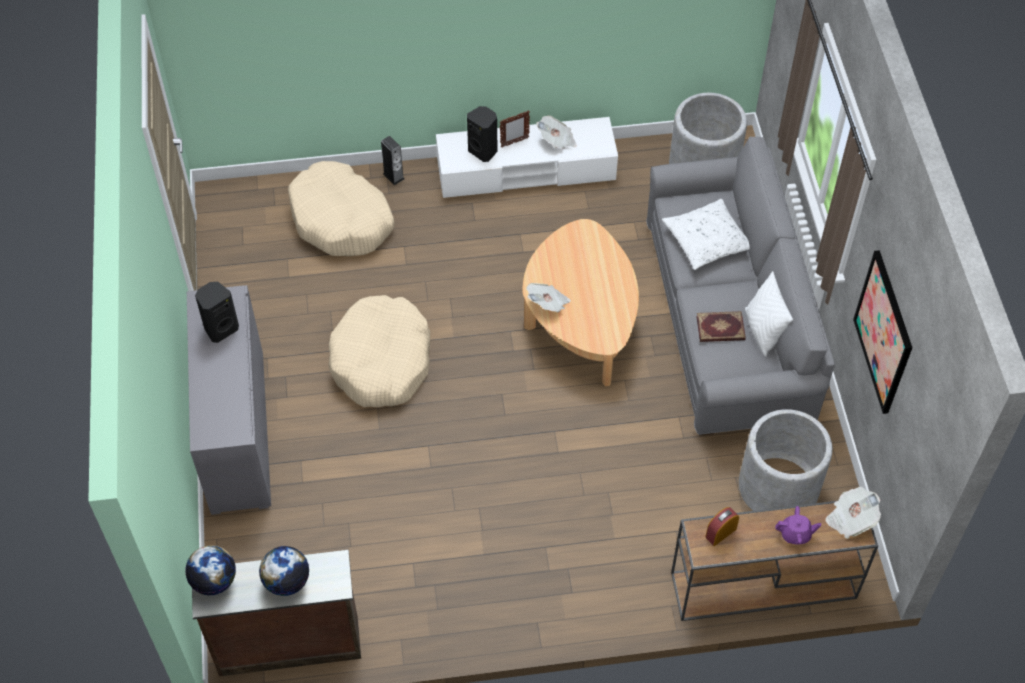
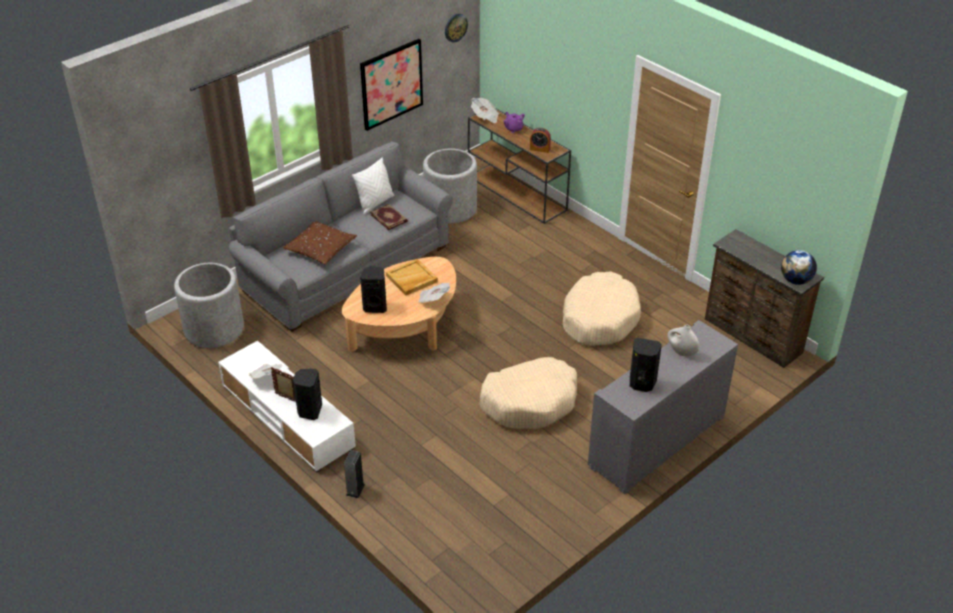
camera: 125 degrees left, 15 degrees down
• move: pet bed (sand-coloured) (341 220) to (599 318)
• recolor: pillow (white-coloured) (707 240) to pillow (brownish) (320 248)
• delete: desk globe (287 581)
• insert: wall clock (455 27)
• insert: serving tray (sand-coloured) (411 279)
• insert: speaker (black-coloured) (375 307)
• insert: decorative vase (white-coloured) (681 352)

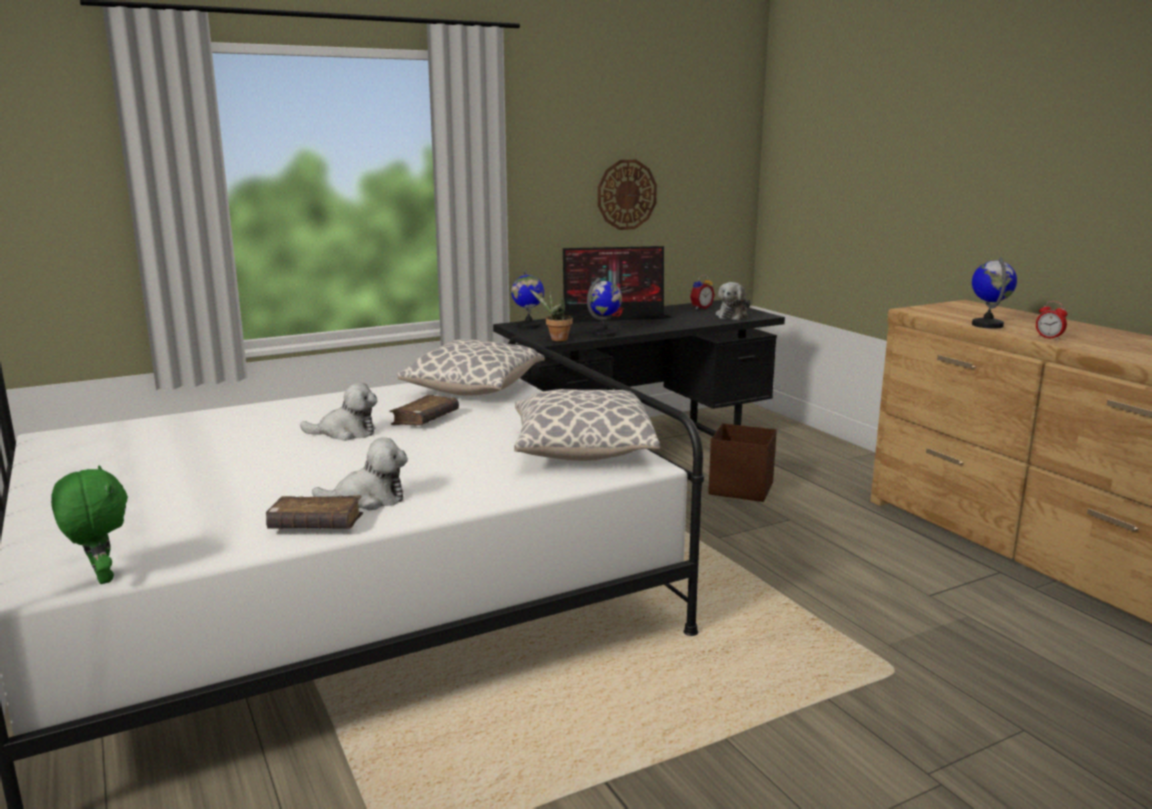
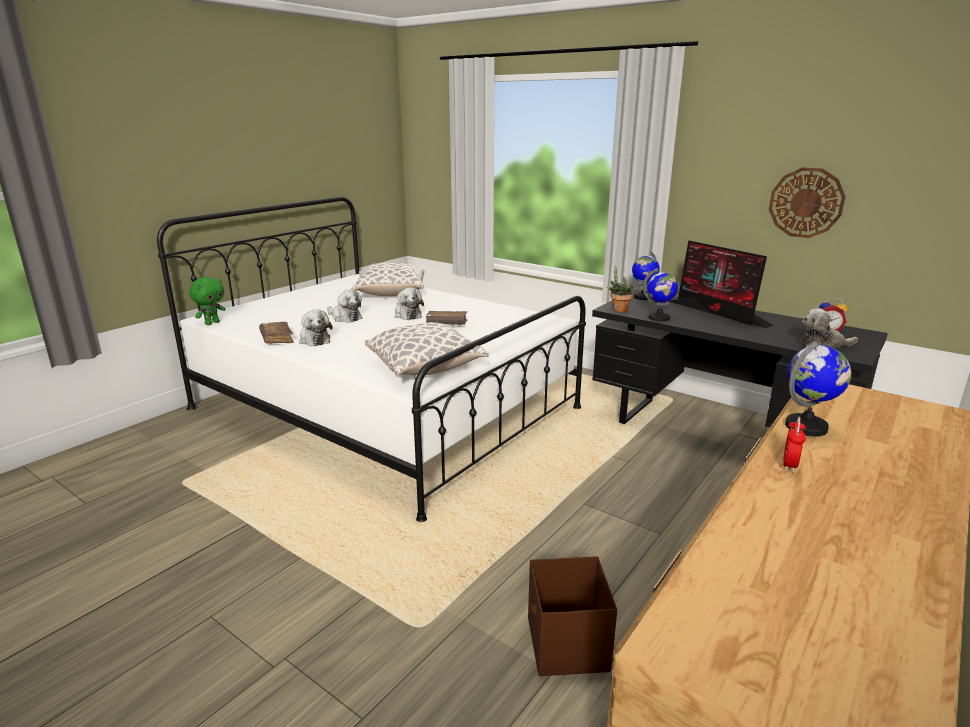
camera: 65 degrees right, 5 degrees up
• move: pillow (474 390) to (390 293)
• move: storage box (brownish) (742 489) to (566 646)
• insert: soft toy (345 318)

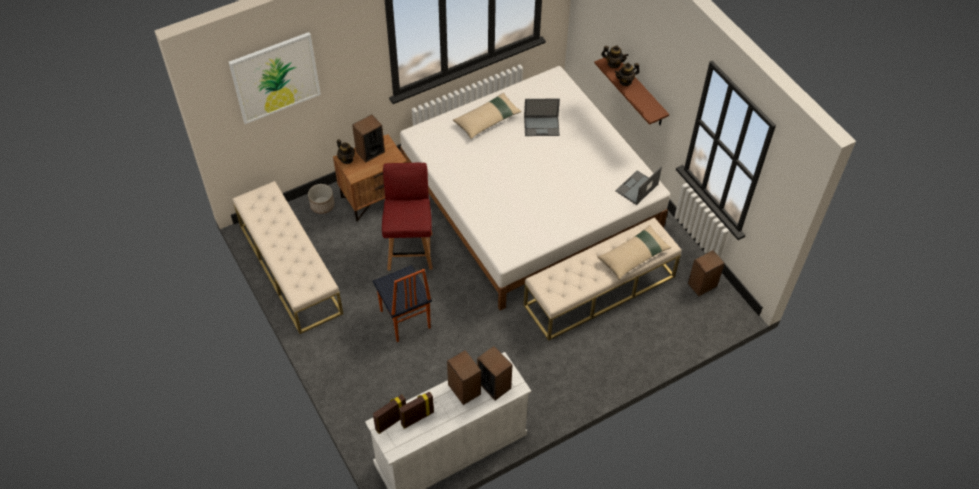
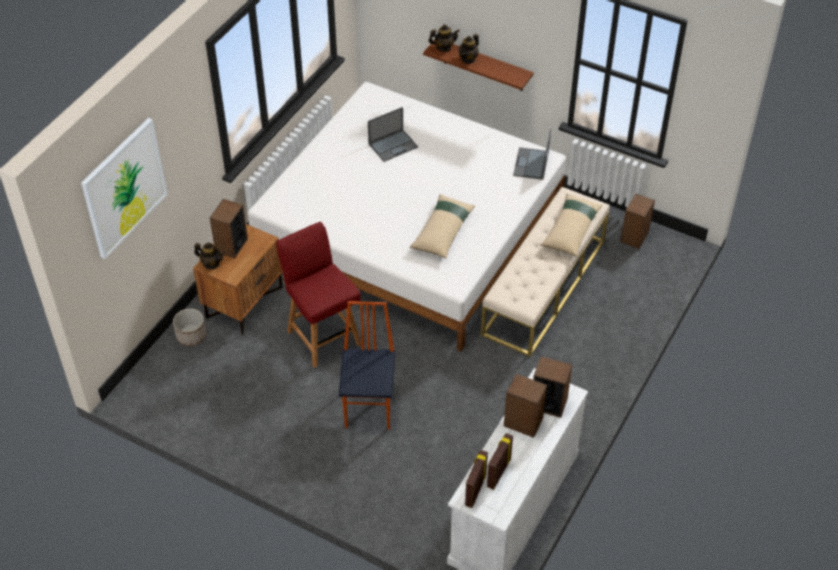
camera: 30 degrees left, 5 degrees down
• move: pillow (sand-coloured) (487 120) to (443 231)
• delete: long seat (sand-coloured) (290 269)
• rotate: chair (404 320) = (370 407) 120 degrees counterclockwise

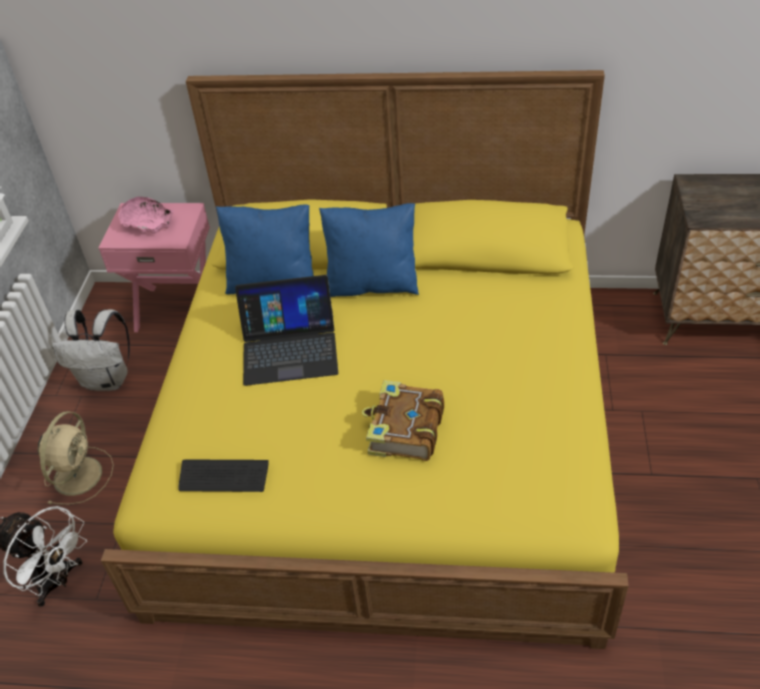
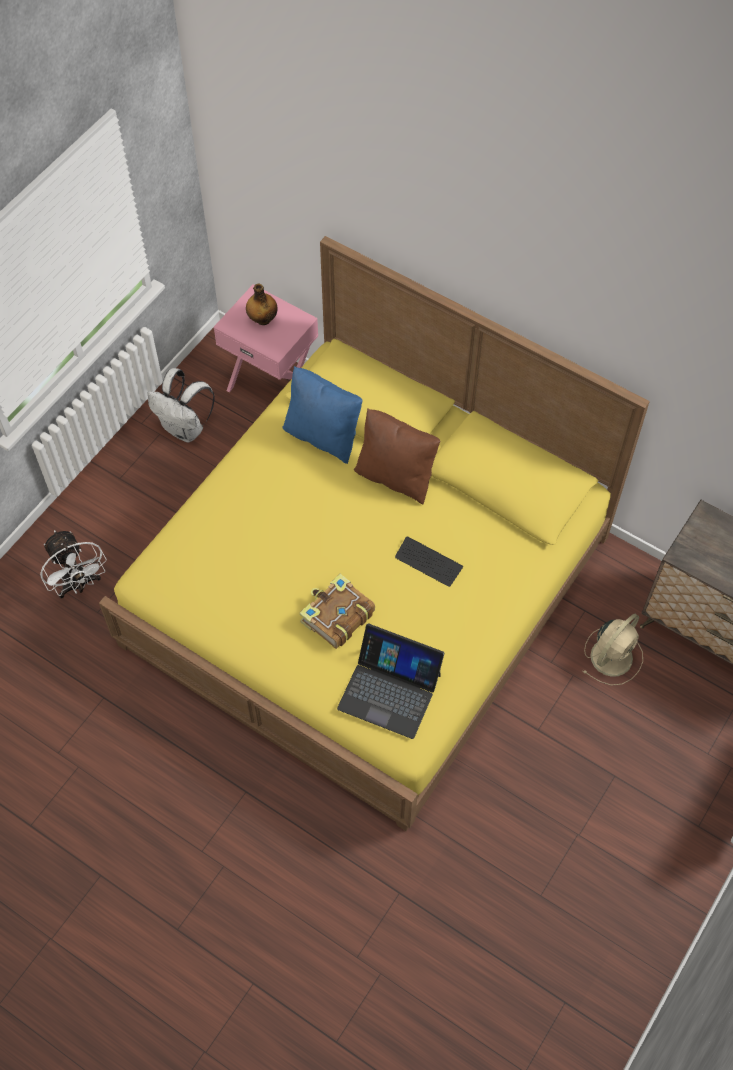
camera: 25 degrees right, 15 degrees up
• replace: serving bowl (pink-coloured) (148 223) to beverage bottle (262 319)
• recolor: pillow (bluish) (372 284) to pillow (brownish) (396 476)
• move: notebook computer (289 348) to (389 690)
• move: fan (sand-coloured) (79 474) to (612 656)
• move: PC keyboard (224 477) to (428 562)

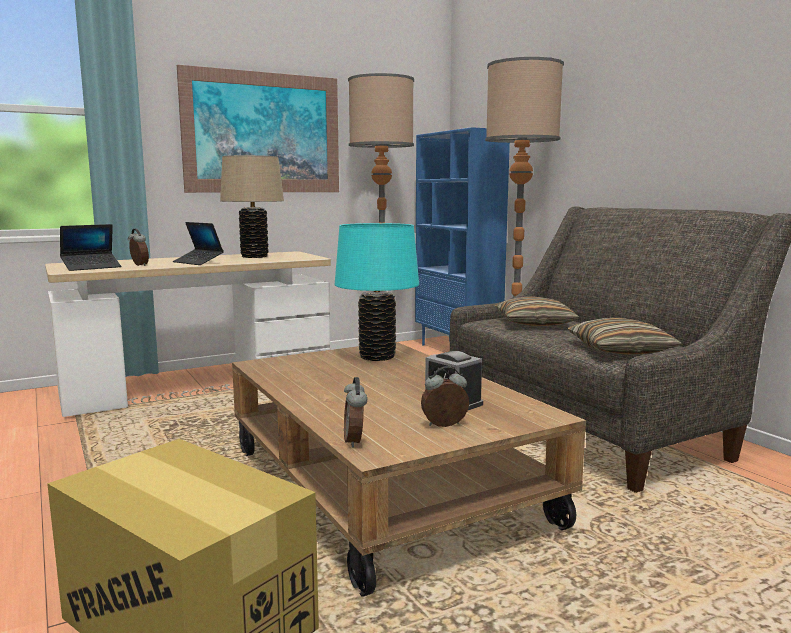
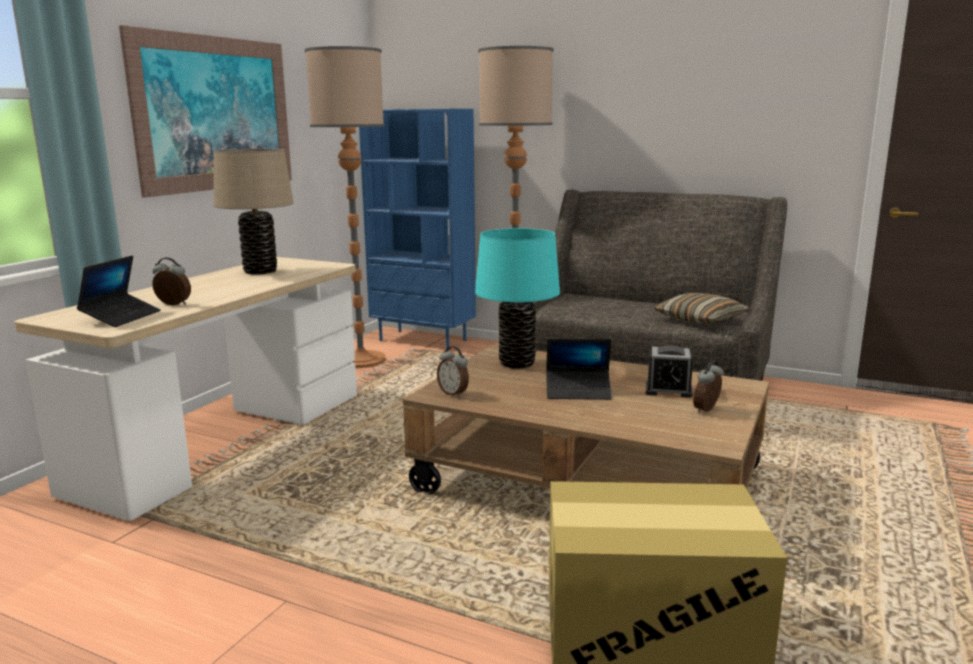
camera: 35 degrees left, 5 degrees up
• move: notebook computer (198 262) to (578 392)
• delete: pillow (534 323)
• move: table clock (355 441) to (453 393)

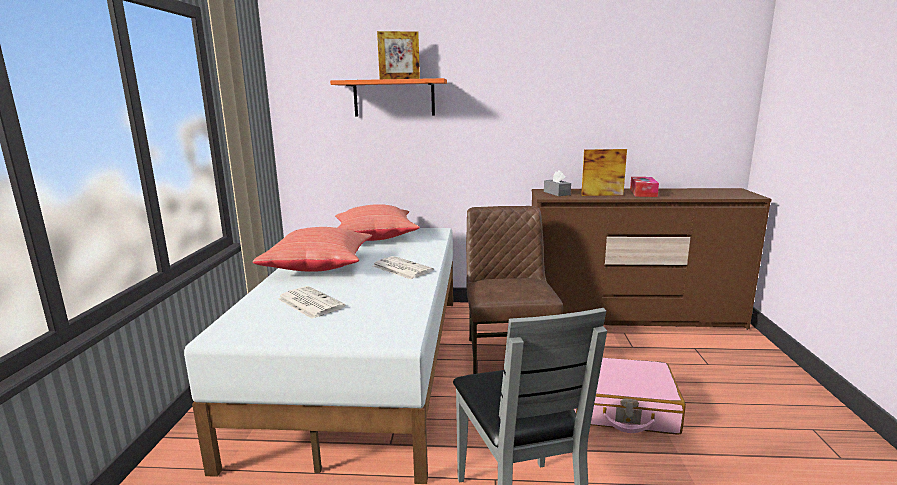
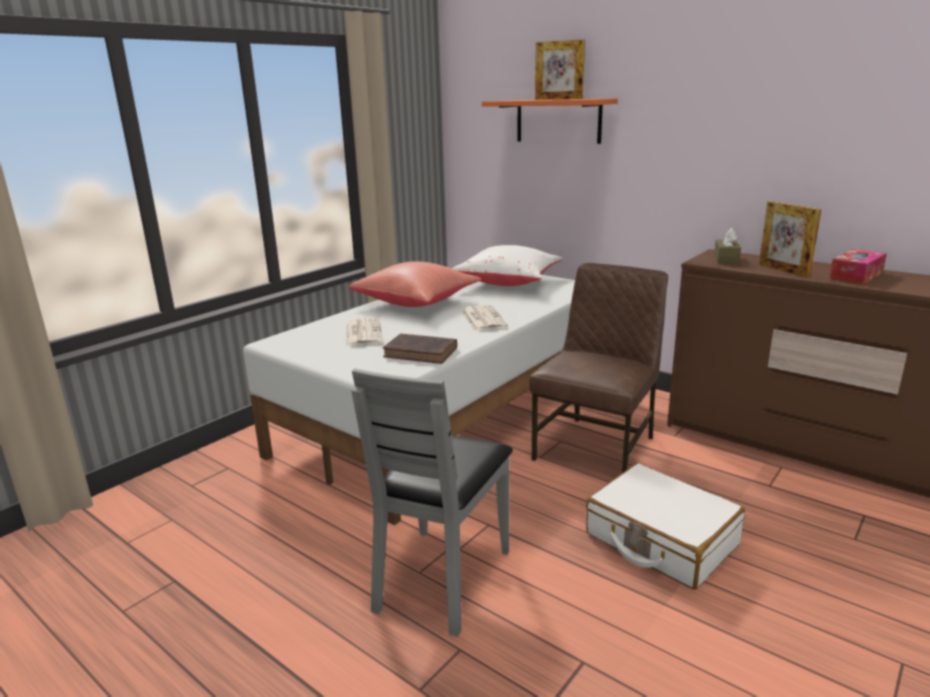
camera: 35 degrees right, 5 degrees up
• rotate: photo frame (602 195) = (783 270) 150 degrees counterclockwise
• recolor: tissue holder (gray) (556 193) to tissue holder (brownish) (726 259)
• recolor: pillow (reddish) (375 237) to pillow (white-coloured) (509 282)
• recolor: suitcase (pink-coloured) (622 408) to suitcase (white-coloured) (660 540)
• insert: volume (brownish) (422 353)

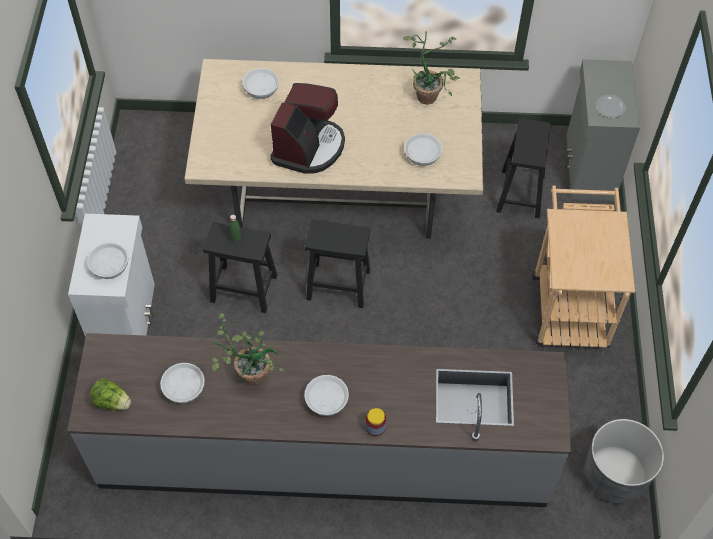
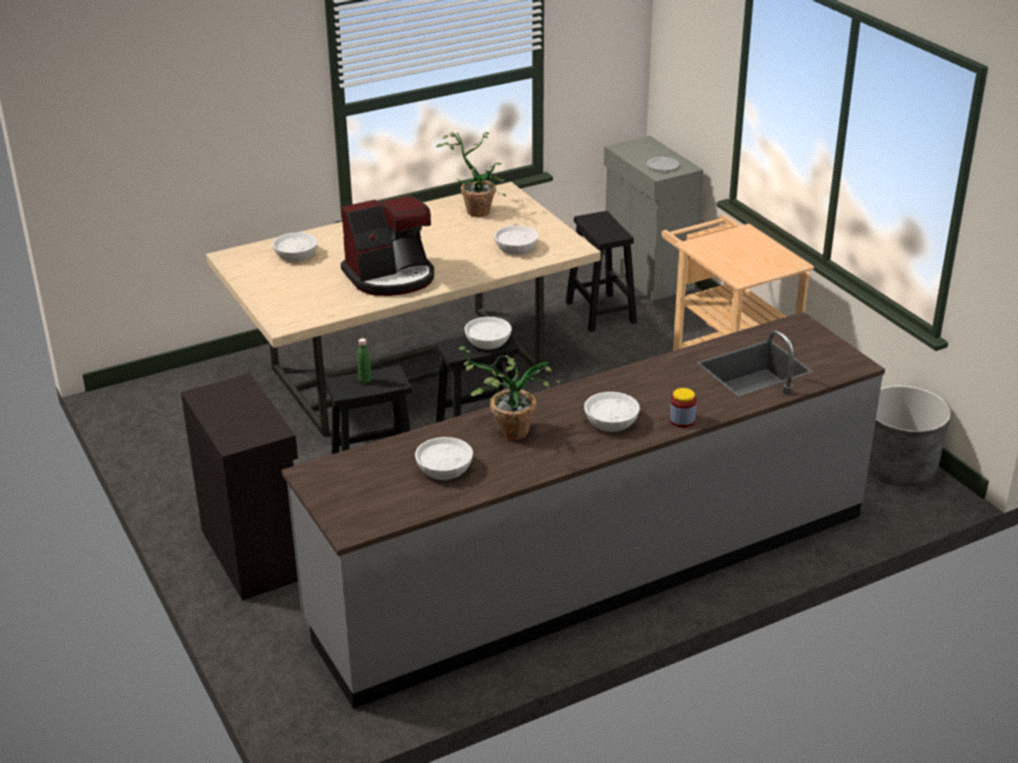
camera: 30 degrees left, 25 degrees down
• rotate: coffee machine (309 147) = (391 276) 75 degrees clockwise
• recolor: cupboard (white-coloured) (126 320) to cupboard (black-coloured) (254 553)
• move: serving bowl (white-coloured) (110 266) to (488 341)
• delete: head of lettuce (112 402)

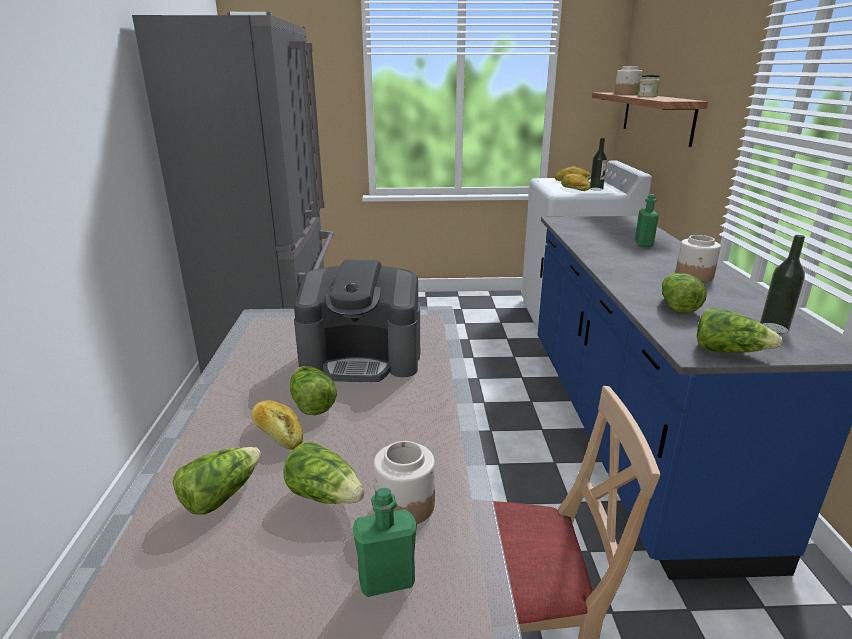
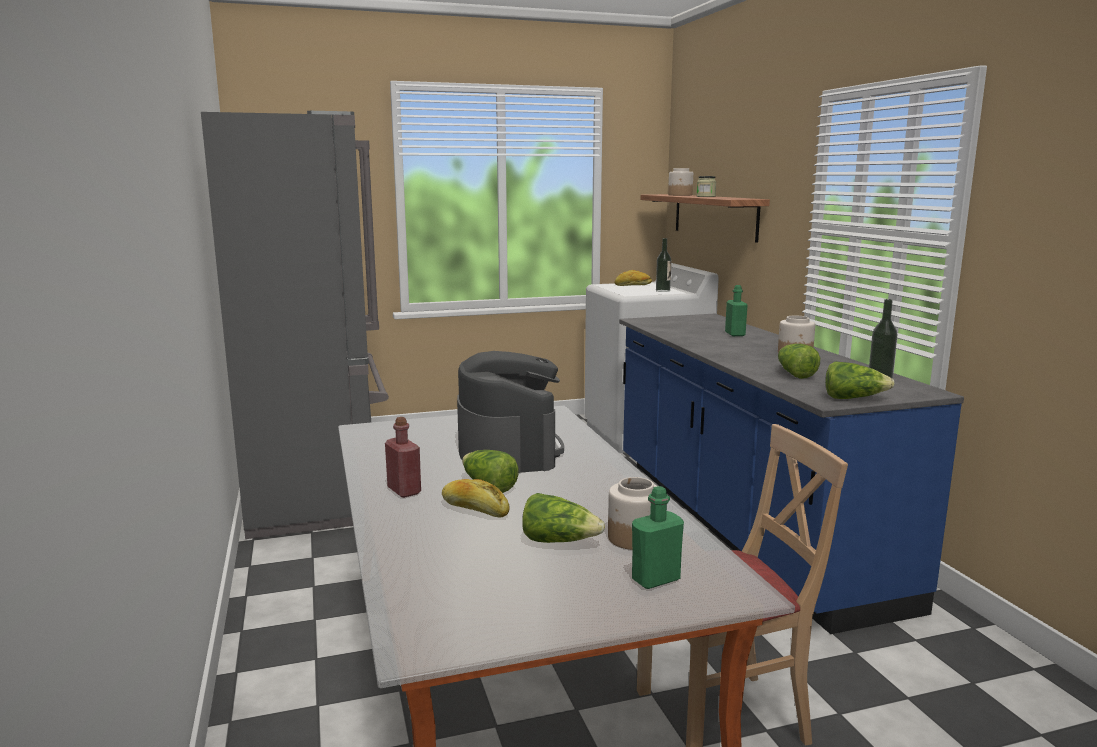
camera: 15 degrees left, 10 degrees down
• delete: baked bread (575 189)
• rotate: coffee machine (362 358) = (508 451) 90 degrees counterclockwise
• delete: head of lettuce (221 495)
• insert: beverage bottle (reddish) (404 491)

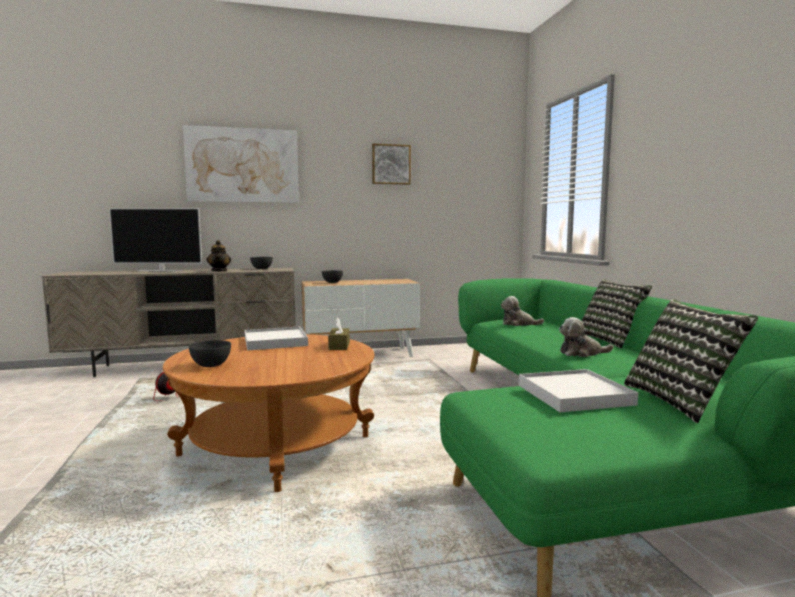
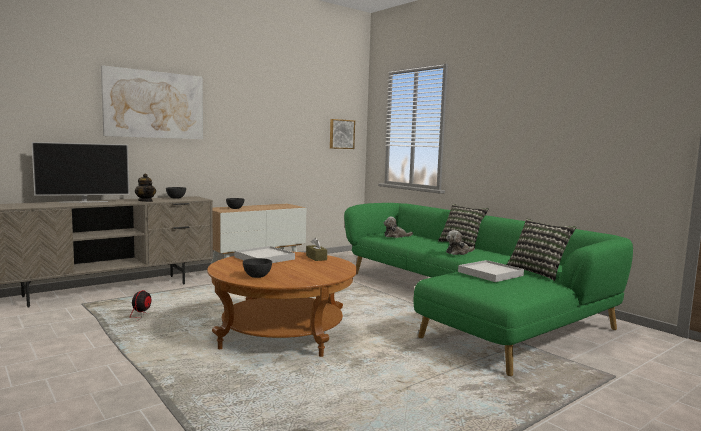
camera: 25 degrees left, 0 degrees up
• move: wall picture (391 164) to (341 134)

